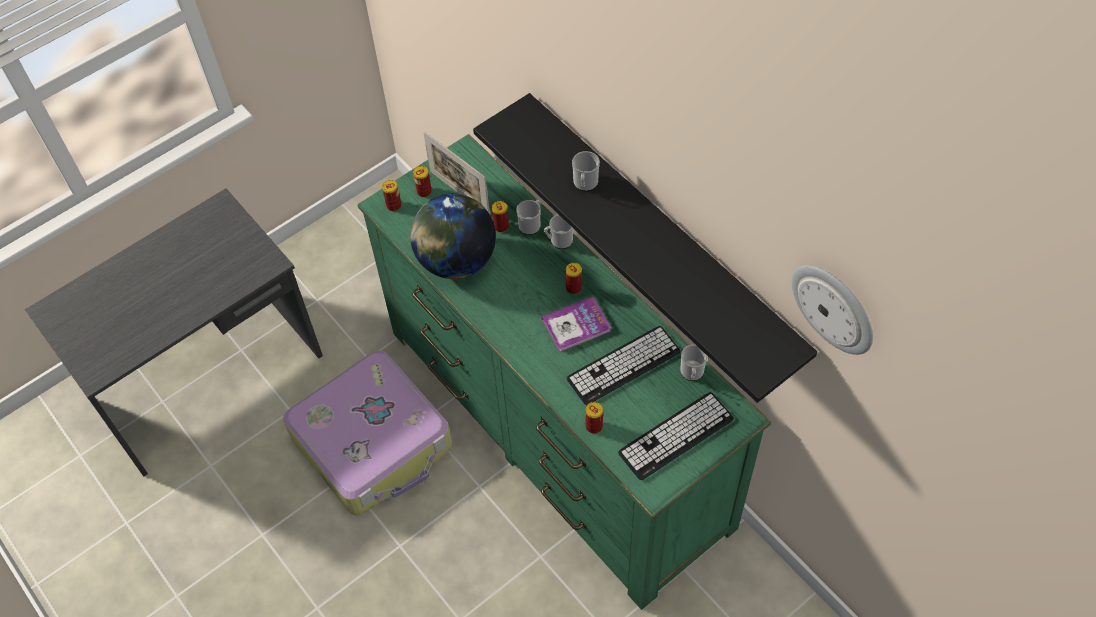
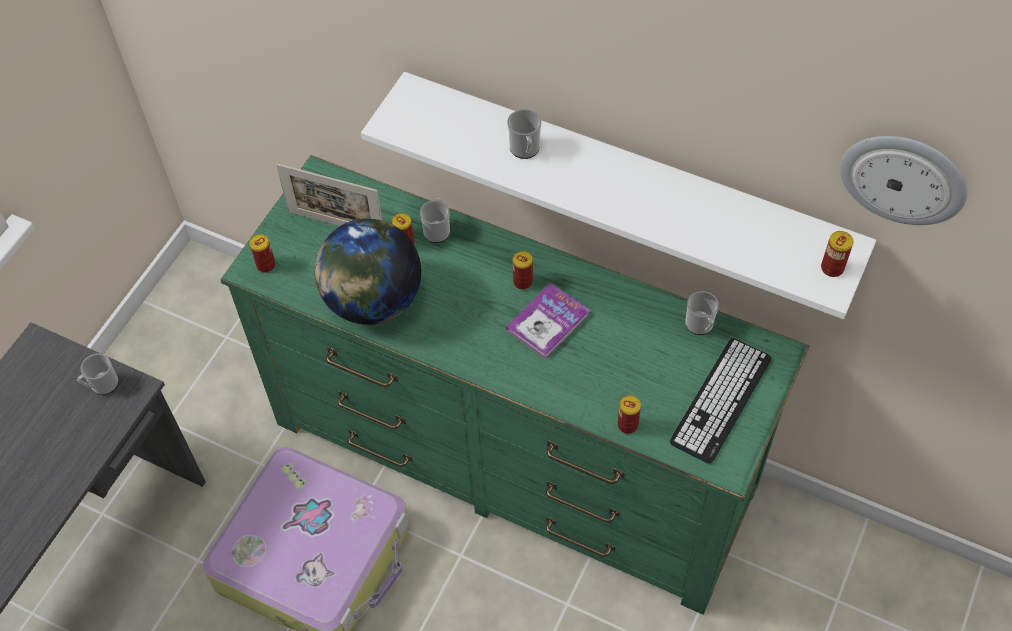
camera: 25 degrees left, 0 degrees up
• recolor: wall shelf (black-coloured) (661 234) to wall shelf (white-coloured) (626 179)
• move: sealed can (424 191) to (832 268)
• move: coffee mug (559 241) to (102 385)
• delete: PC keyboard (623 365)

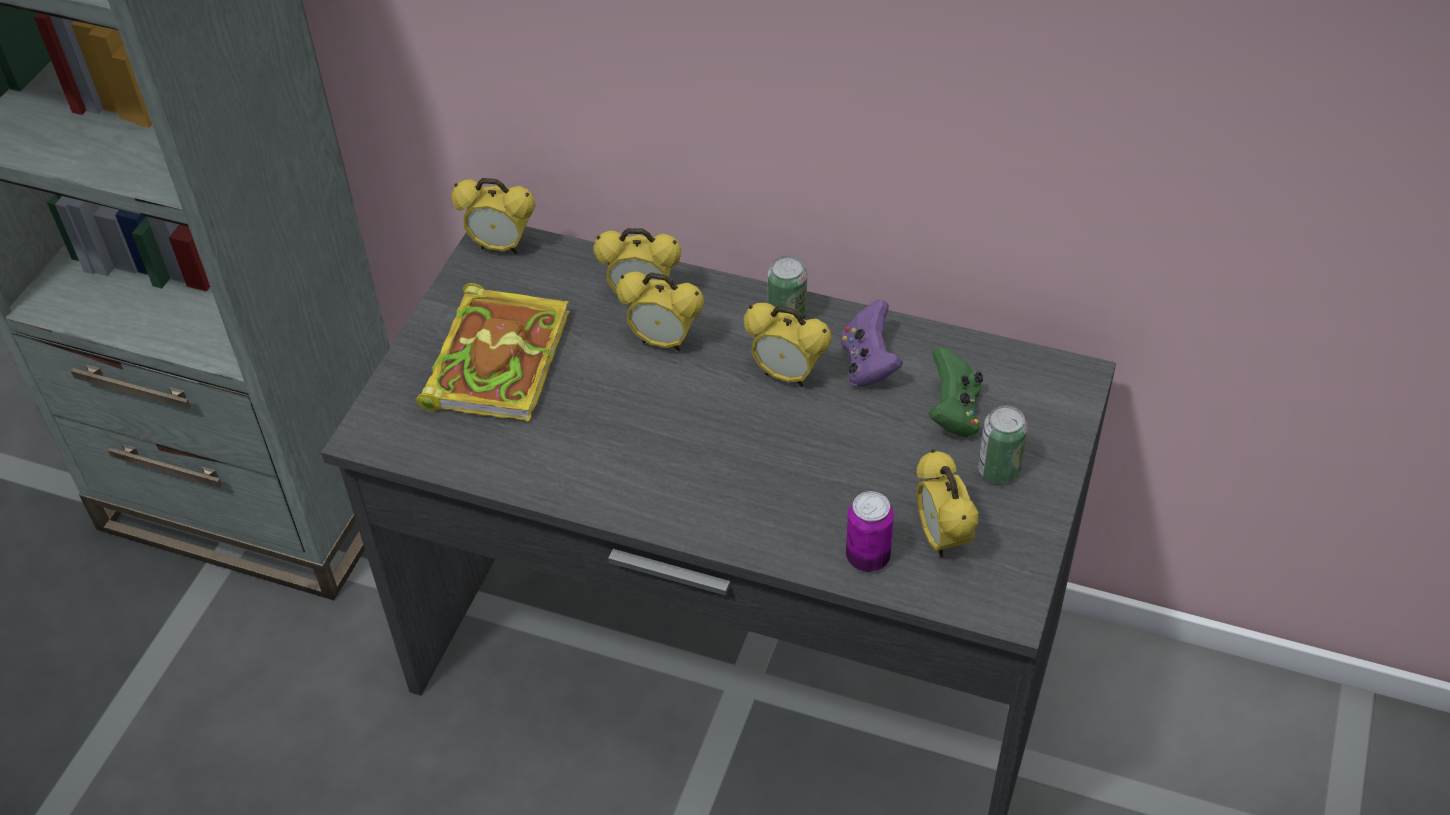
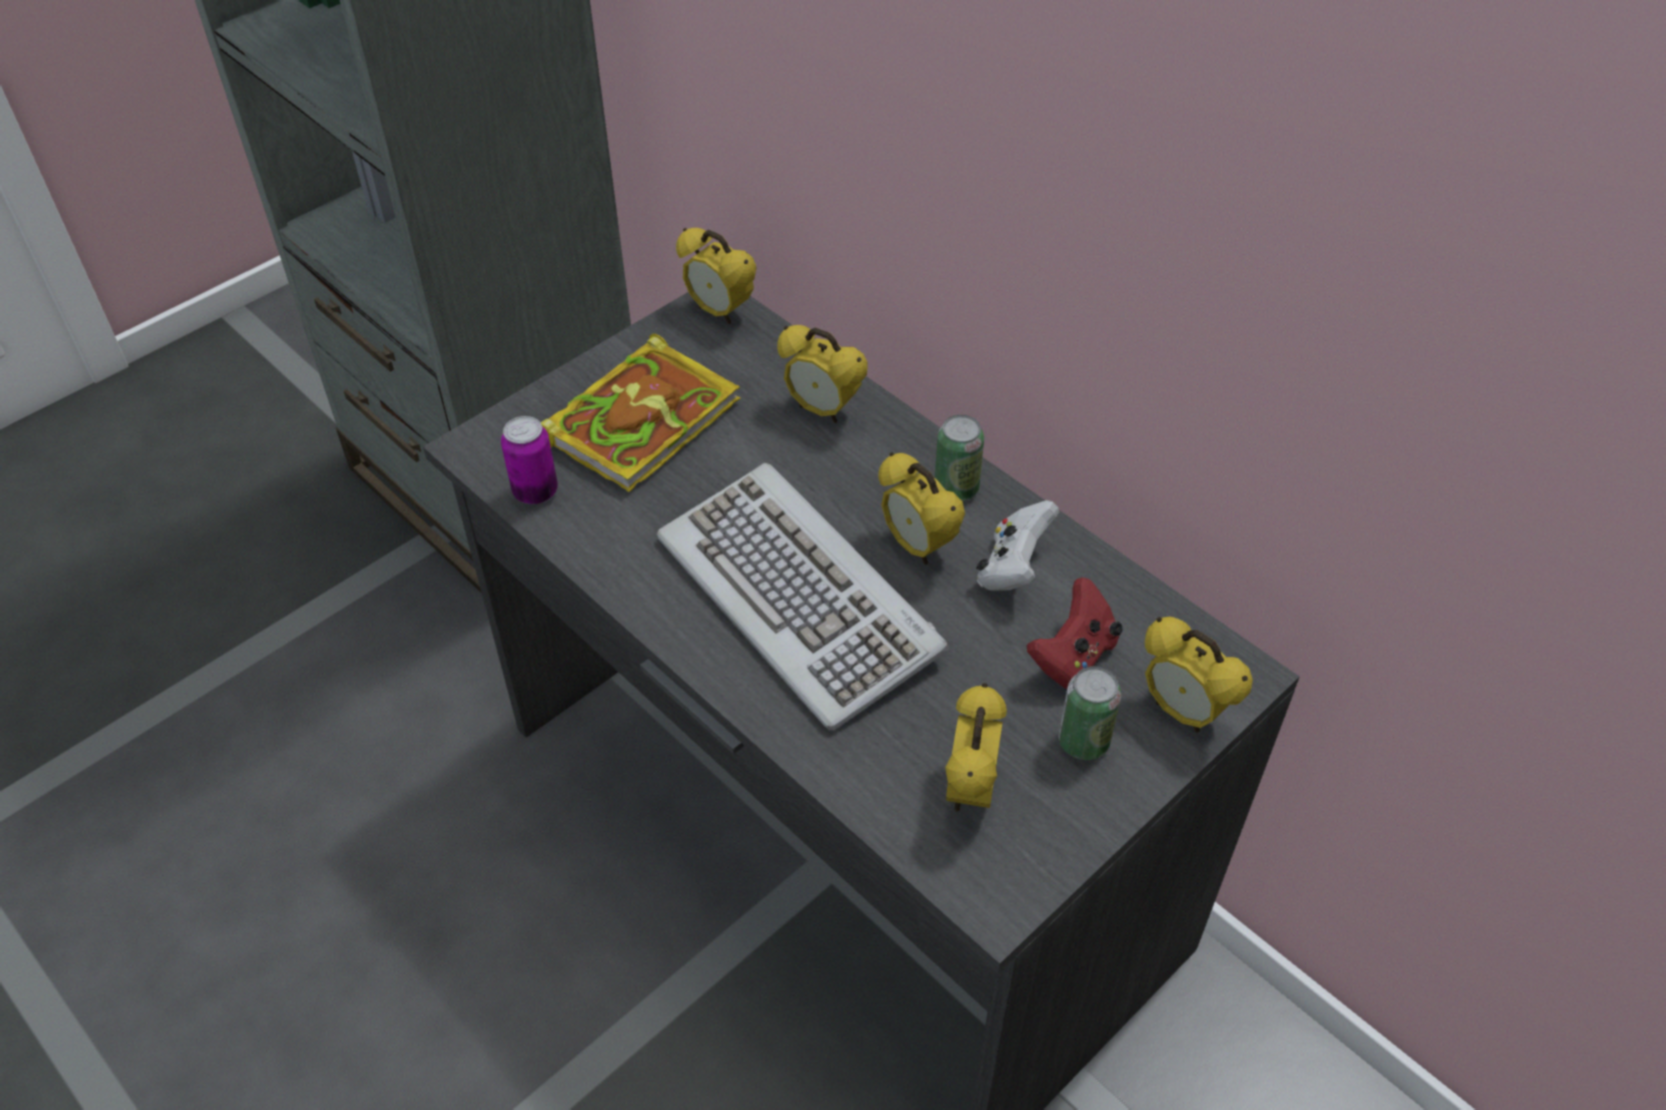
camera: 25 degrees right, 0 degrees up
• move: table clock (663 342) to (1182 712)
• recolor: gamepad (purple) (868 364) to gamepad (white-coloured) (1013 568)
• recolor: gamepad (greenish) (953 413) to gamepad (reddish) (1073 658)
• move: sealed can (867 557) to (535 491)
• insert: PC keyboard (801 598)

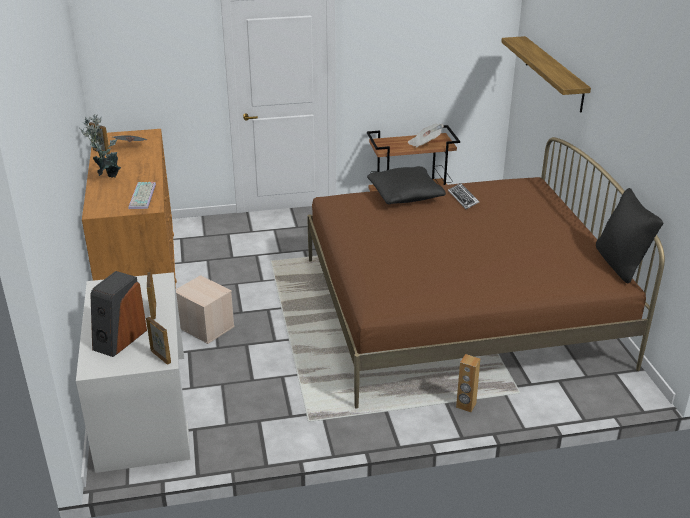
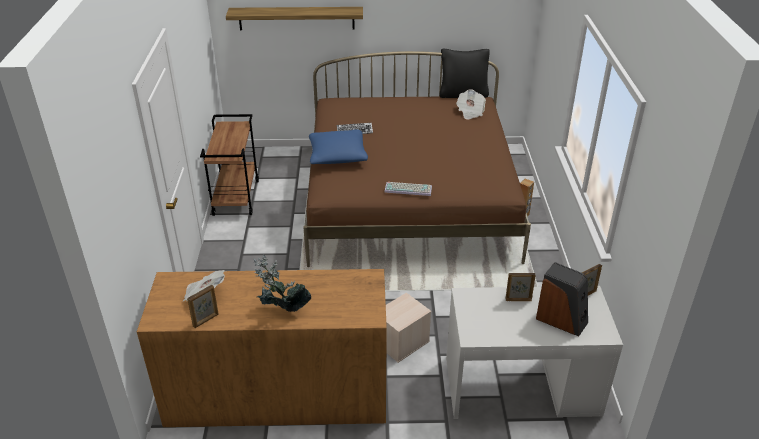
camera: 80 degrees left, 5 degrees up
• move: printed paper (424 143) to (470 112)
• recolor: pillow (black-coloured) (405 195) to pillow (bluish) (337 155)
• move: PC keyboard (143 196) to (409 189)

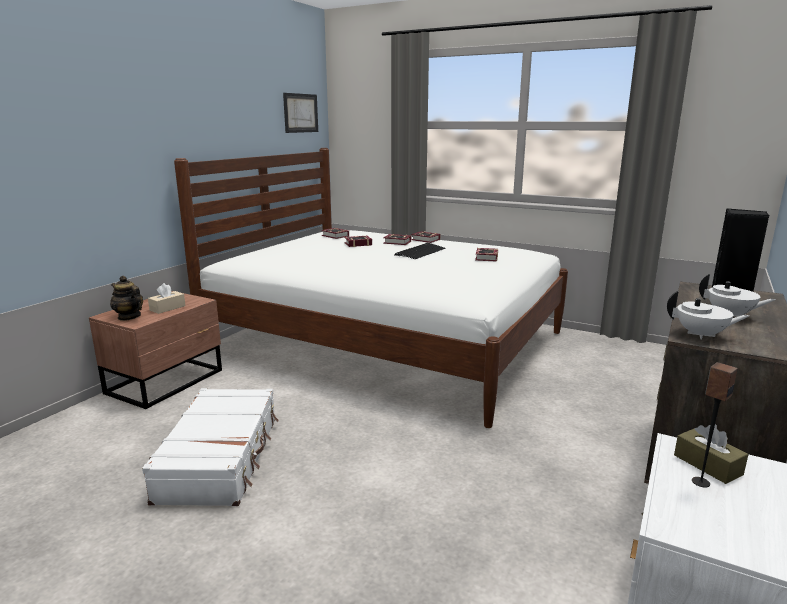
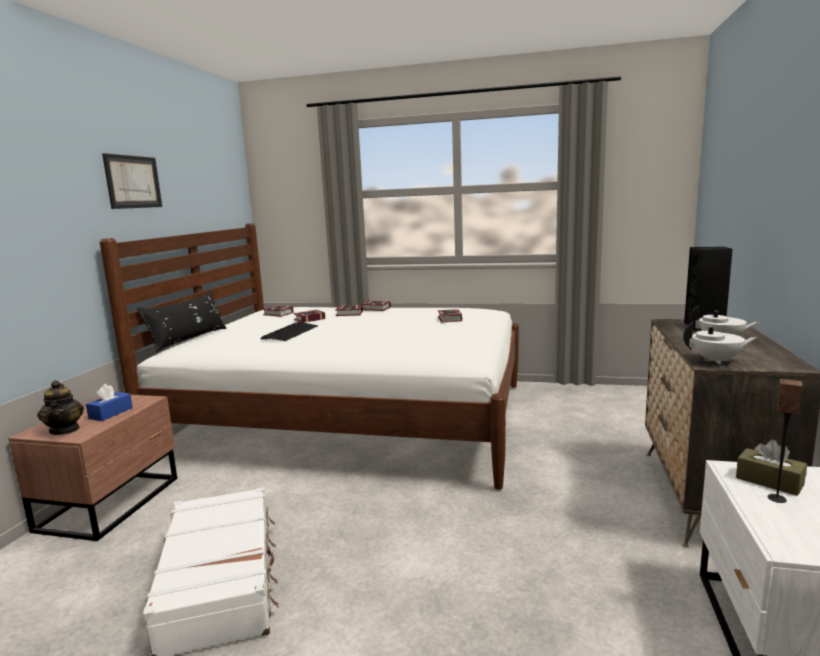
camera: 15 degrees left, 5 degrees down
• move: wall picture (300 113) to (133 182)
• move: PC keyboard (420 252) to (290 333)
• rotate: tea pot (129 317) = (65 430) 135 degrees counterclockwise
• recolor: tissue holder (sand-coloured) (167 308) to tissue holder (bluish) (111 413)
• insert: pillow (black-coloured) (189 339)

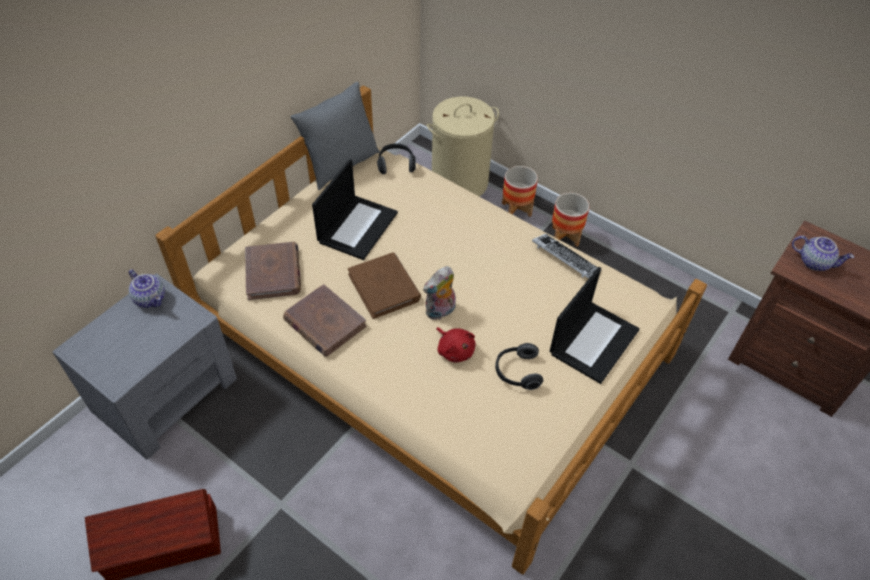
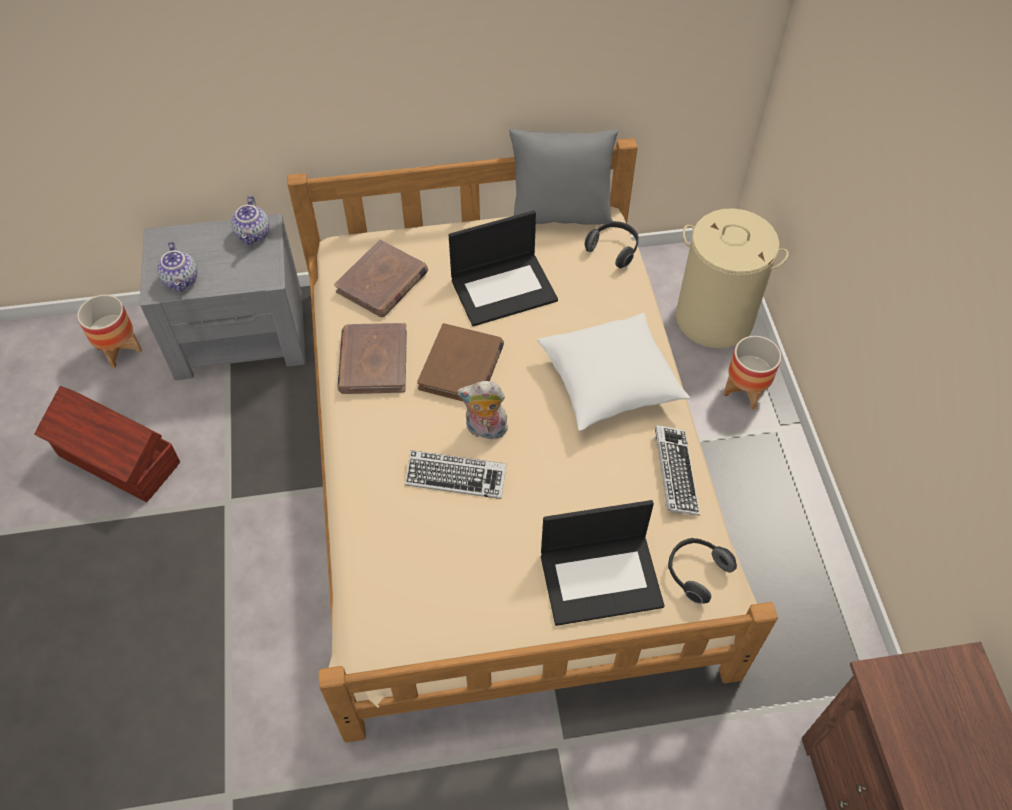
camera: 45 degrees right, 5 degrees up
• move: flower pot (565 236) to (119 349)
• move: tea pot (815 262) to (182 280)
• replace: soft toy (reddish) (455 350) to PC keyboard (456 477)
• move: headset (517 372) to (696 572)
• insert: pillow (white-coloured) (610 384)

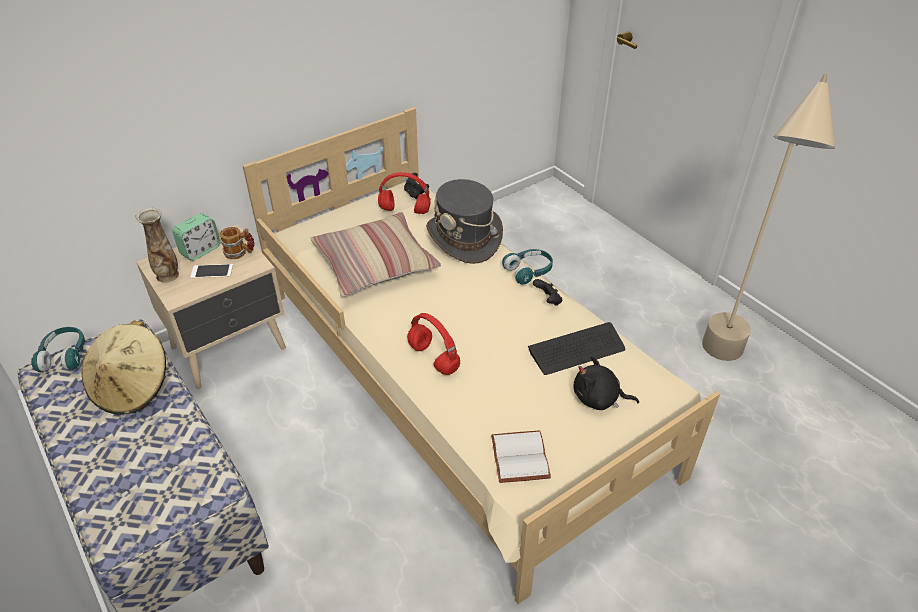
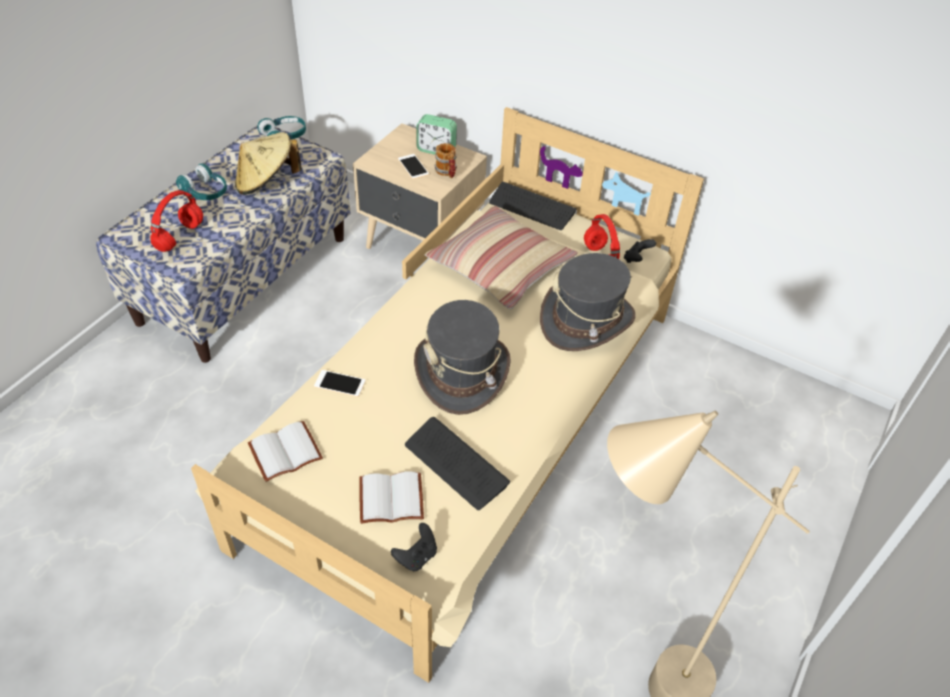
camera: 65 degrees right, 5 degrees up
• delete: decorative vase (168 275)
• move: headset (turquoise-coloured) (529 271) to (205 192)
• move: gamepad (black-coloured) (548 300) to (416 556)
• move: headset (reddish) (432 358) to (180 236)
• replace: soft toy (black-coloured) (599 398) to volume (white-coloured) (390 500)
• insert: PC keyboard (531 207)
• insert: clothing hat (gray) (462 372)
• insert: telephone (340 383)

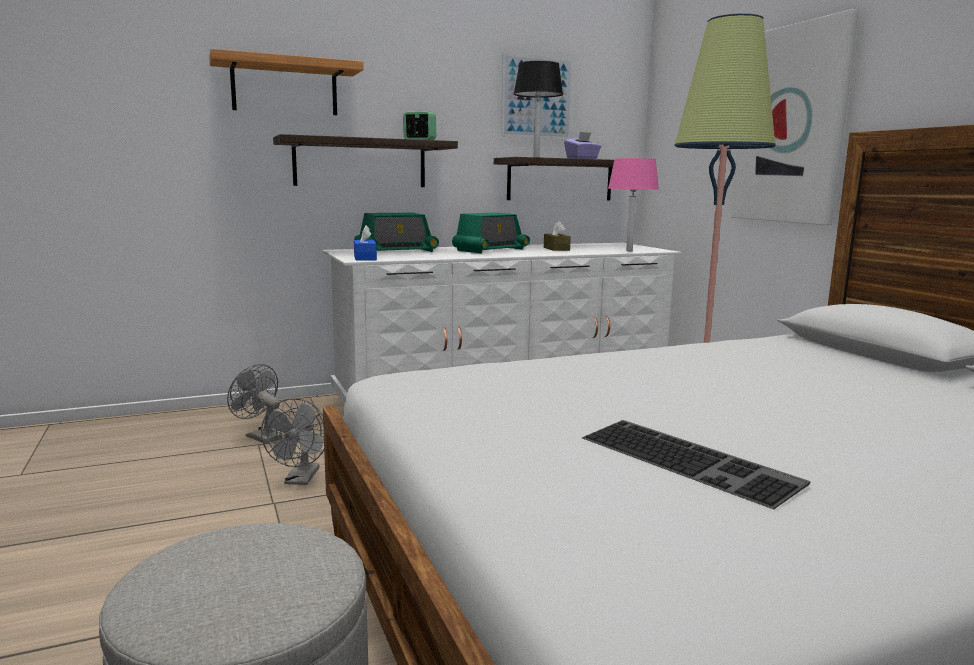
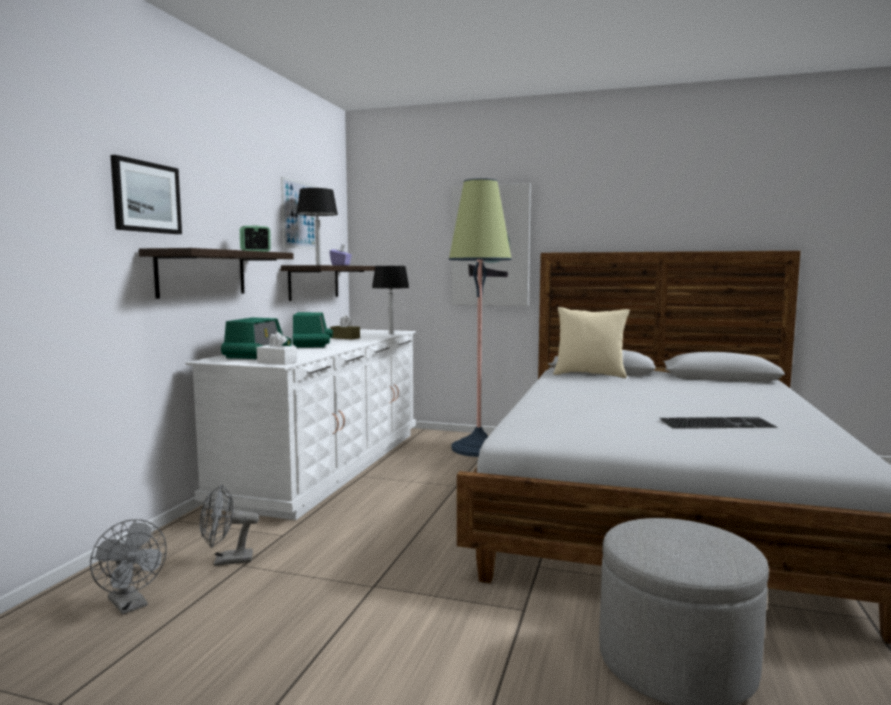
camera: 50 degrees left, 5 degrees down
• replace: wall shelf (285 88) to wall picture (146 197)
• recolor: table lamp (pink-coloured) (629 251) to table lamp (black-coloured) (391 334)
• recolor: tissue holder (bluish) (365 258) to tissue holder (white-coloured) (277 362)
• move: fan (gray) (300 479) to (131 605)
• insert: pillow (sand-coloured) (590 375)

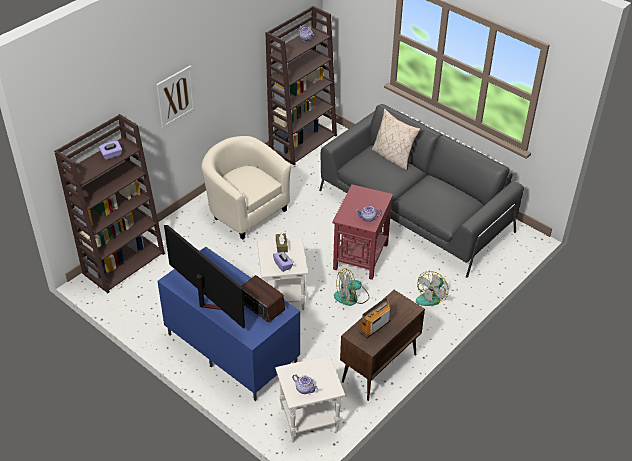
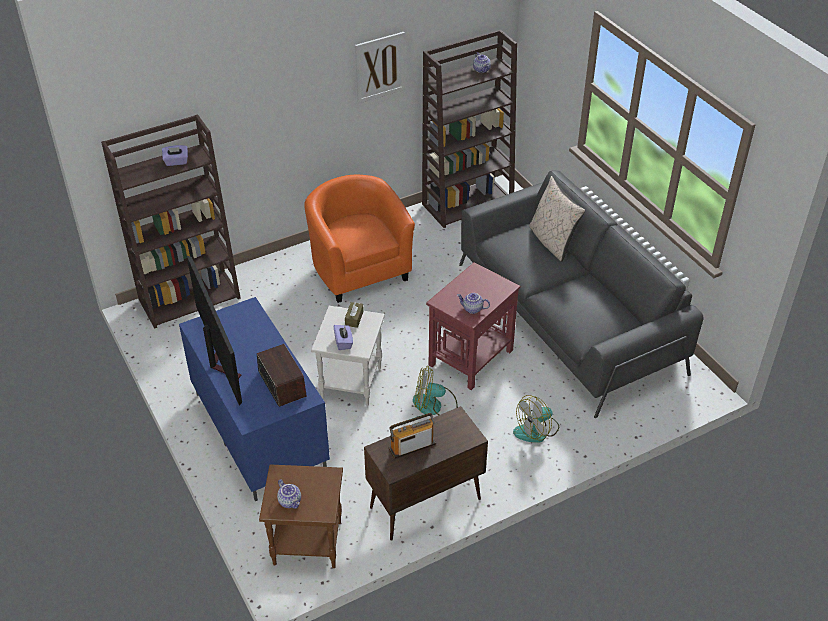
camera: 20 degrees right, 0 degrees up
• move: wall picture (175 97) to (380 67)
• recolor: armchair (sand-coloured) (245 210) to armchair (orange) (358 269)
• recolor: end table (white-coloured) (309 419) to end table (brownish) (308 542)

